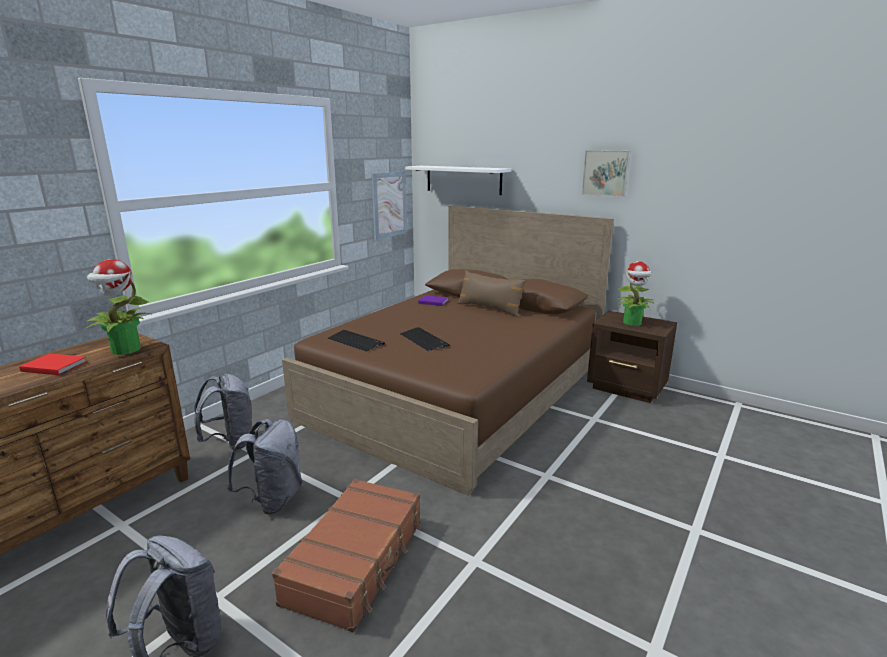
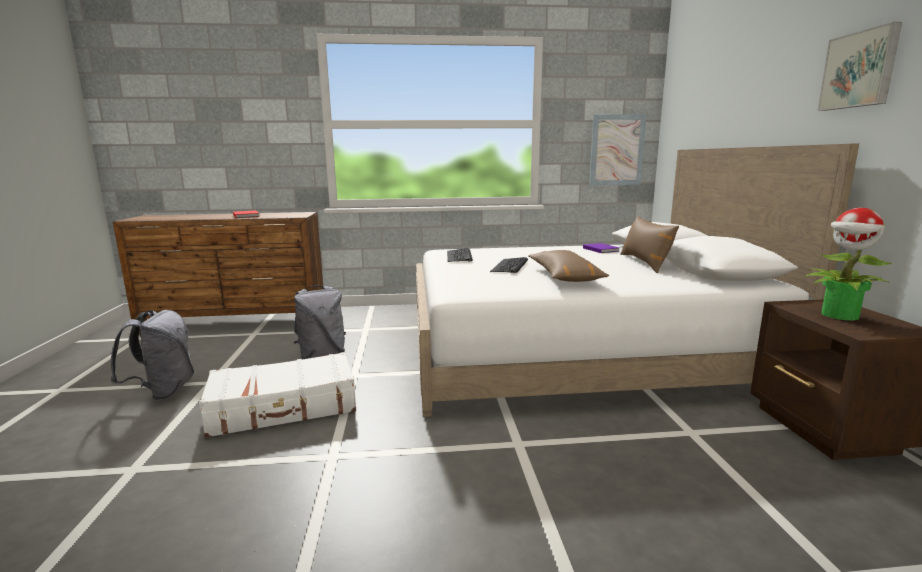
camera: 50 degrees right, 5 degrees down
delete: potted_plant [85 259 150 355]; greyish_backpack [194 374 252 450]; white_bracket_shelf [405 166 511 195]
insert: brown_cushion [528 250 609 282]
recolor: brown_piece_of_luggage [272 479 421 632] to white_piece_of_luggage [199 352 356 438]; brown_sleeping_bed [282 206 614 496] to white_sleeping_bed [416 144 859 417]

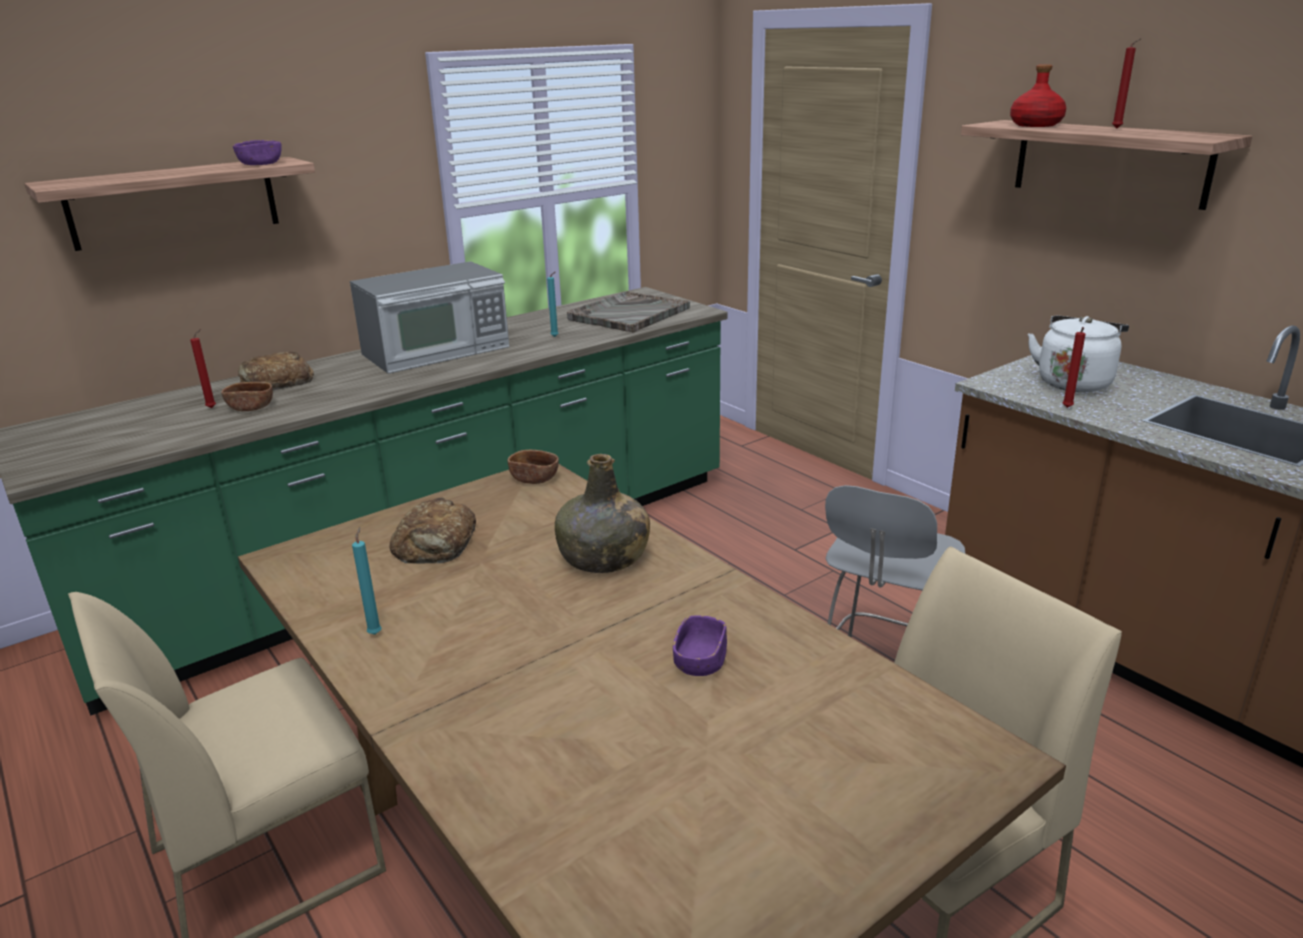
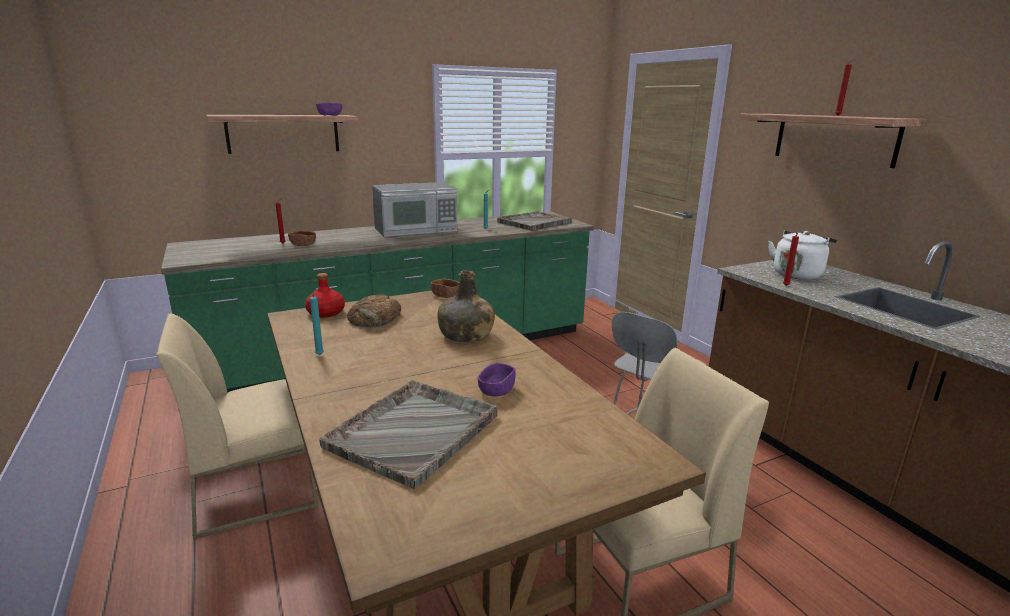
camera: 10 degrees right, 5 degrees down
delete: bakery_bread [238 352 314 390]
insert: greyish_tray [319 380 497 489]
move: red-coloured_drink_bottle [1010 64 1066 127] to [305 273 345 317]

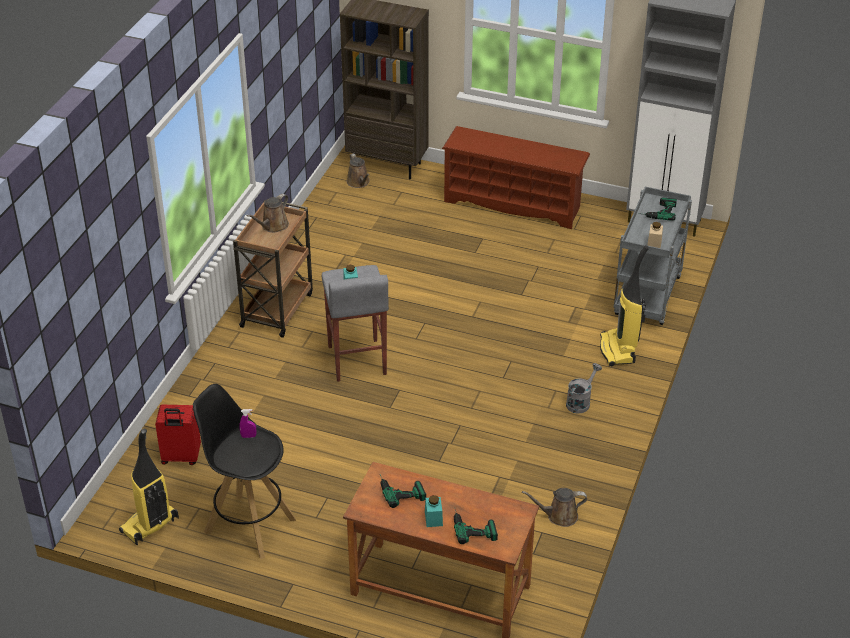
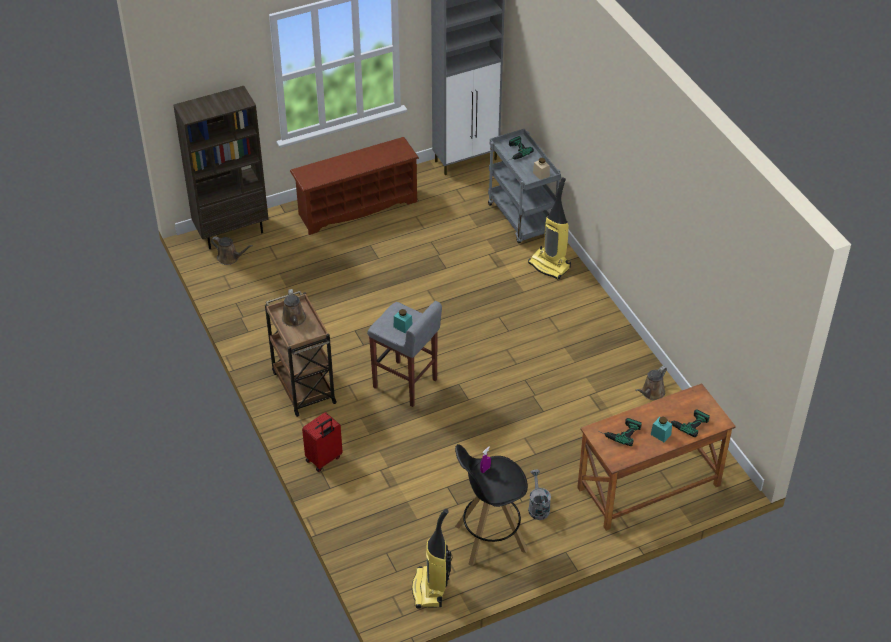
camera: 45 degrees left, 5 degrees up
move: red-coloured_piece_of_luggage [155 405 201 465] to [302 412 343 472]; greyish_watering_pot [566 363 602 414] to [528 470 551 520]

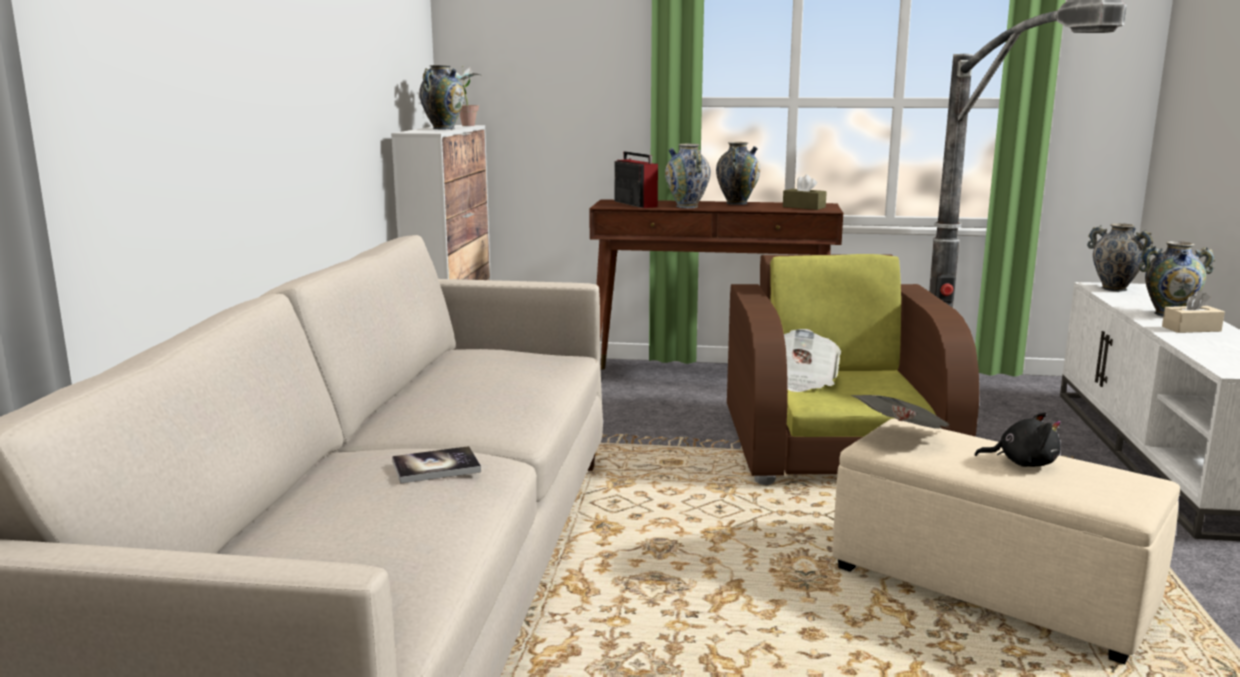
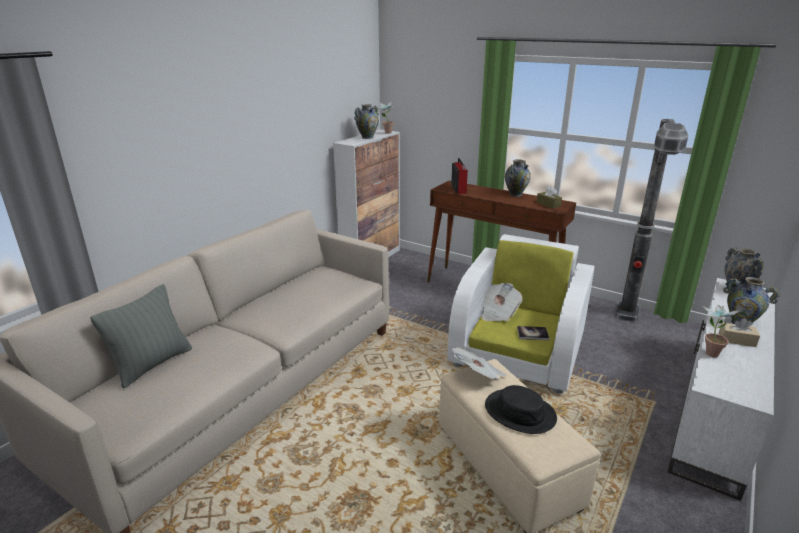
camera: 25 degrees right, 10 degrees up
delete: vase [665 144 710 209]
insert: greyish_cushion [90 284 192 389]; potted_plant [703 304 740 357]
move: volume [392 446 481 484] to [517 326 549 340]
replace: blackish_cuddly_toy [975 412 1061 467] to blackish_hat [485 385 557 434]
recolor: brown_armchair [727 254 979 485] to white_armchair [447 234 594 393]

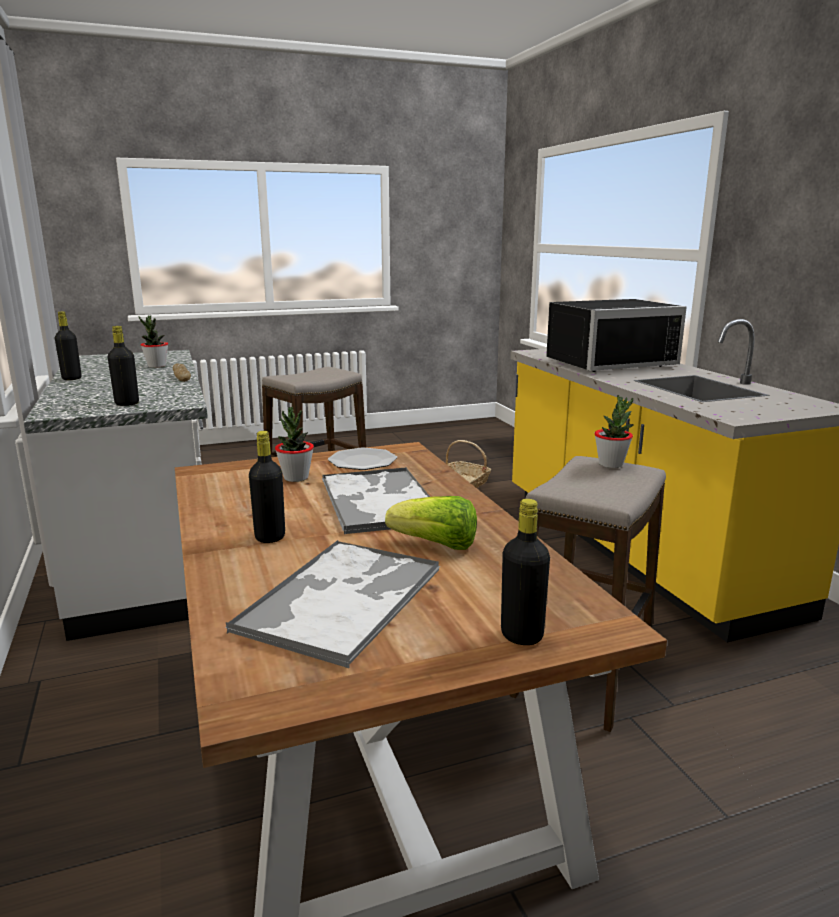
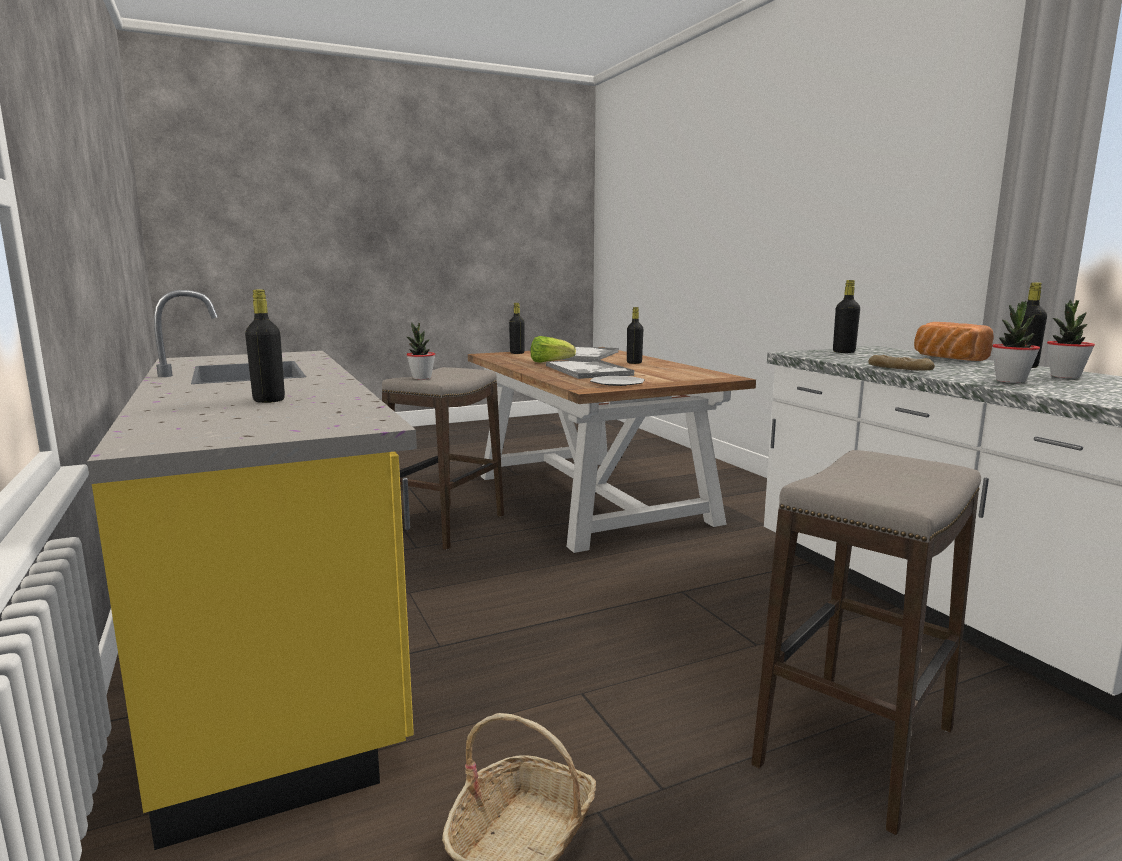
camera: 175 degrees right, 5 degrees down
insert: bakery_bread [914 322 994 361]
move: potted_plant [275 407 314 482] to [1047 299 1095 378]
replace: blackish_microwave_oven [546 299 687 372] to blackish_drink_bottle [245 289 285 403]

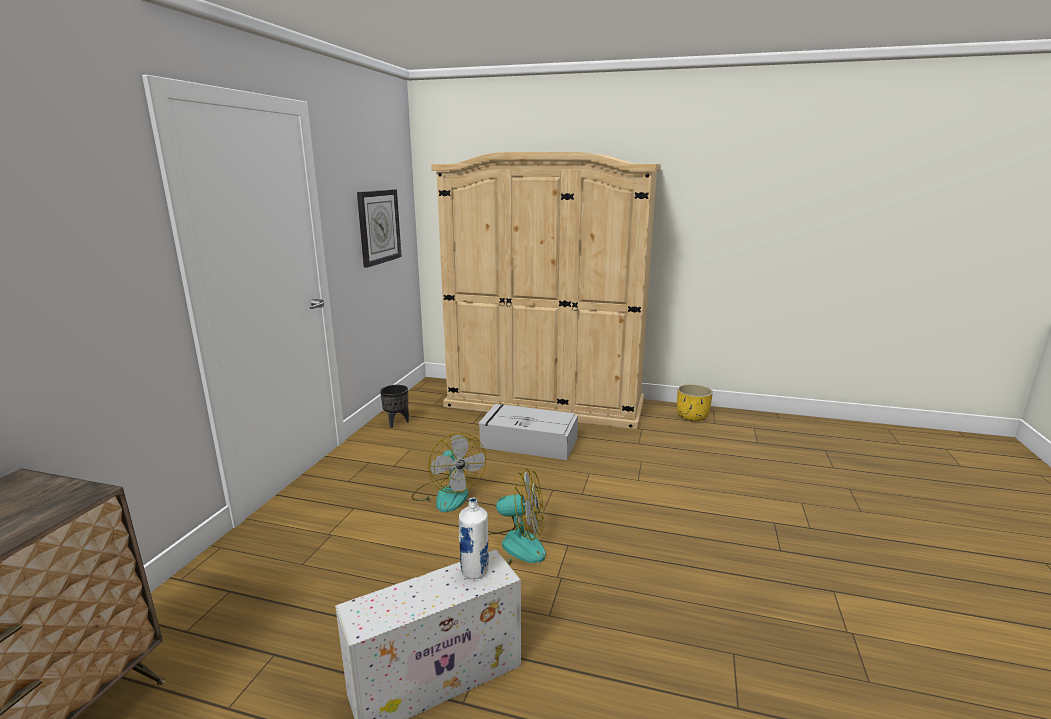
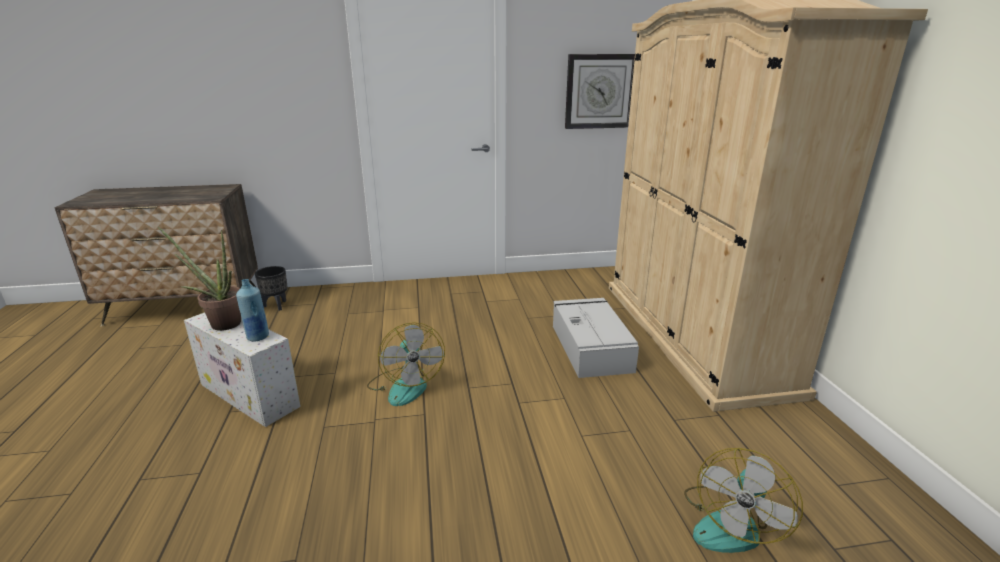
camera: 65 degrees right, 5 degrees up
delete: yellow_flower_pot [677 384 713 422]
insert: potted_plant [158 227 241 331]
move: blackish_flower_pot [380 385 409 428] to [255 266 288 311]; cooling_fan [411 432 486 512] to [684 448 803 553]
recolor: white_drink_bottle [459 497 489 579] to blue-coloured_drink_bottle [236 279 269 342]

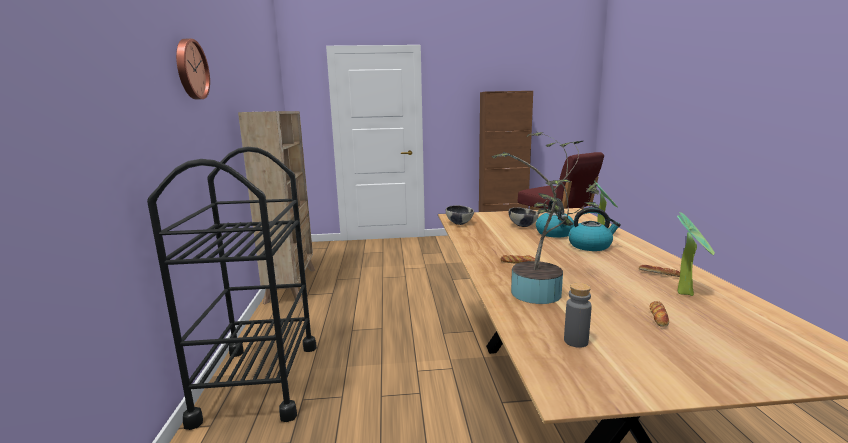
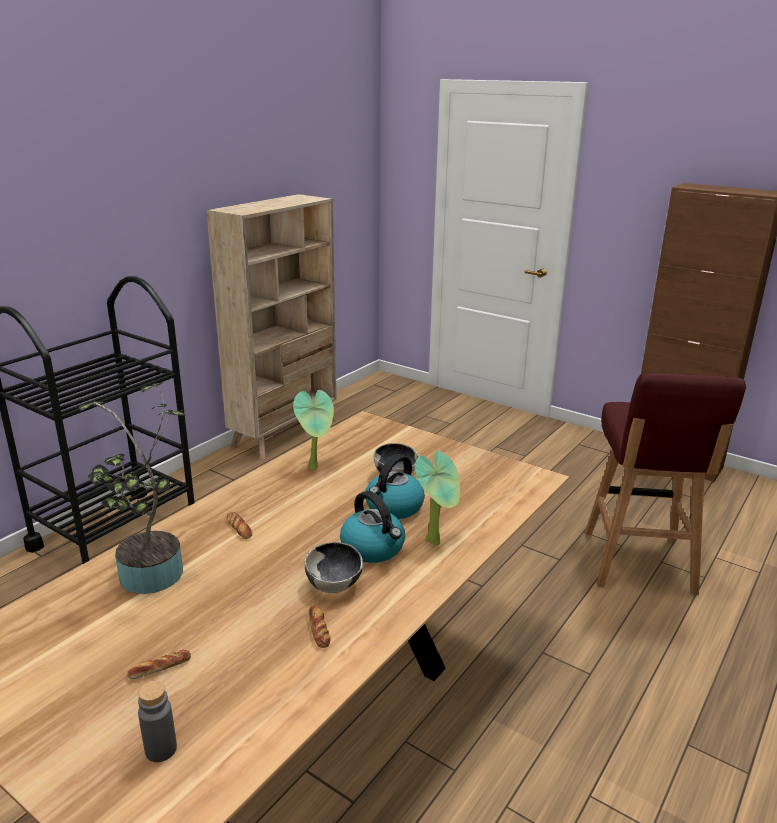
camera: 40 degrees right, 10 degrees up
delete: hanging_clock [176 39 210 99]
move: bowl [446 205 474 225] to [305 542 363 593]; greyish_drink_bottle [564 283 592 348] to [138 681 177 762]; potted_plant [677 212 715 296] to [293 390 334 470]

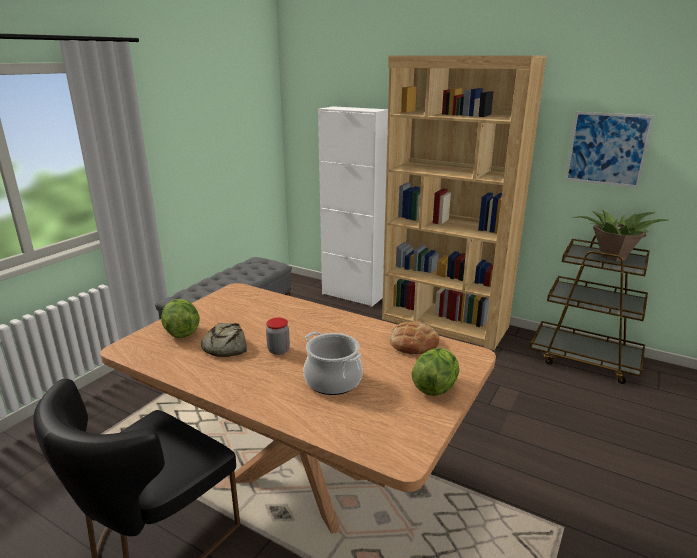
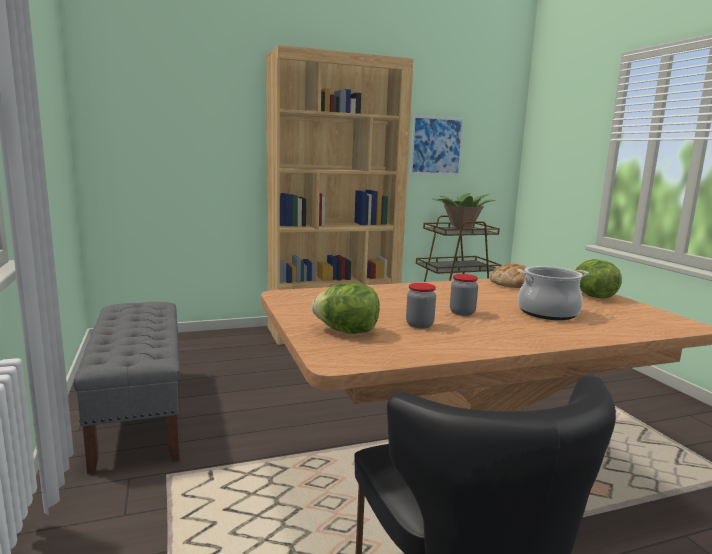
camera: 50 degrees left, 10 degrees down
delete: white_cupboard [318 106 388 307]
replace: bakery_bread [201 323 247 357] to jar [406 283 436 329]

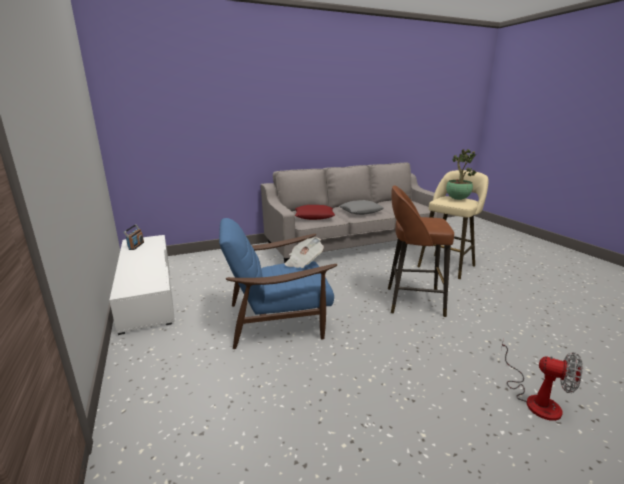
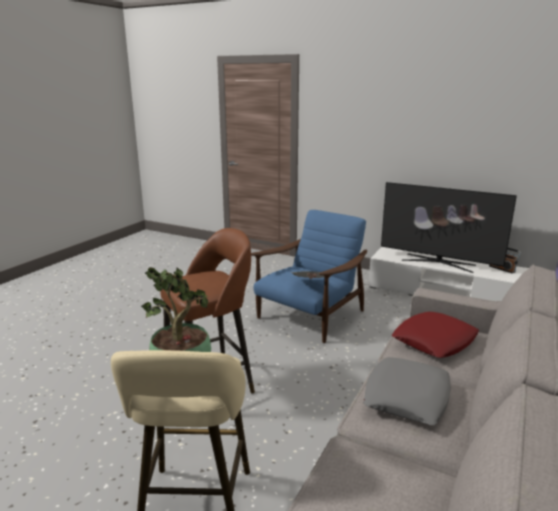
camera: 140 degrees right, 0 degrees up
delete: cooling_fan [501 338 583 421]
insert: television [381 182 517 273]

